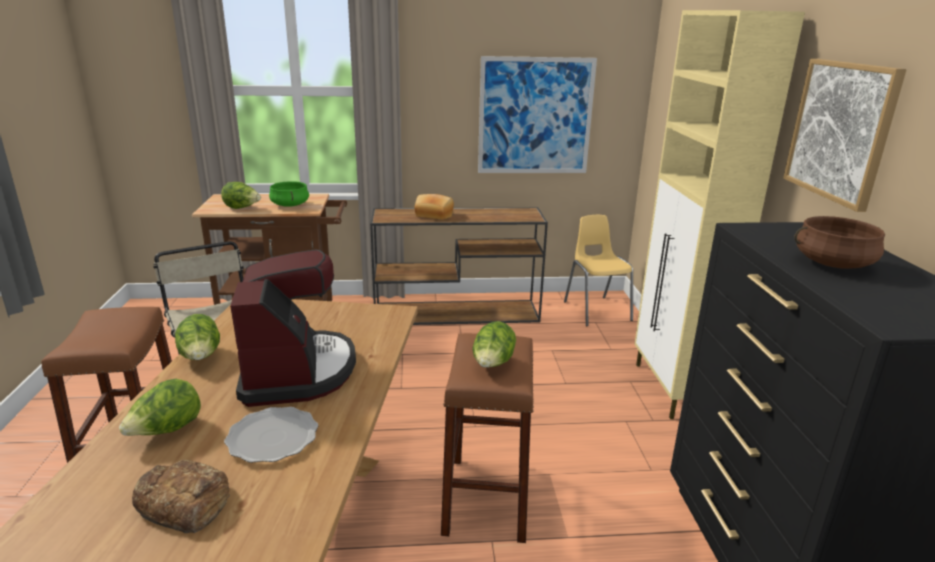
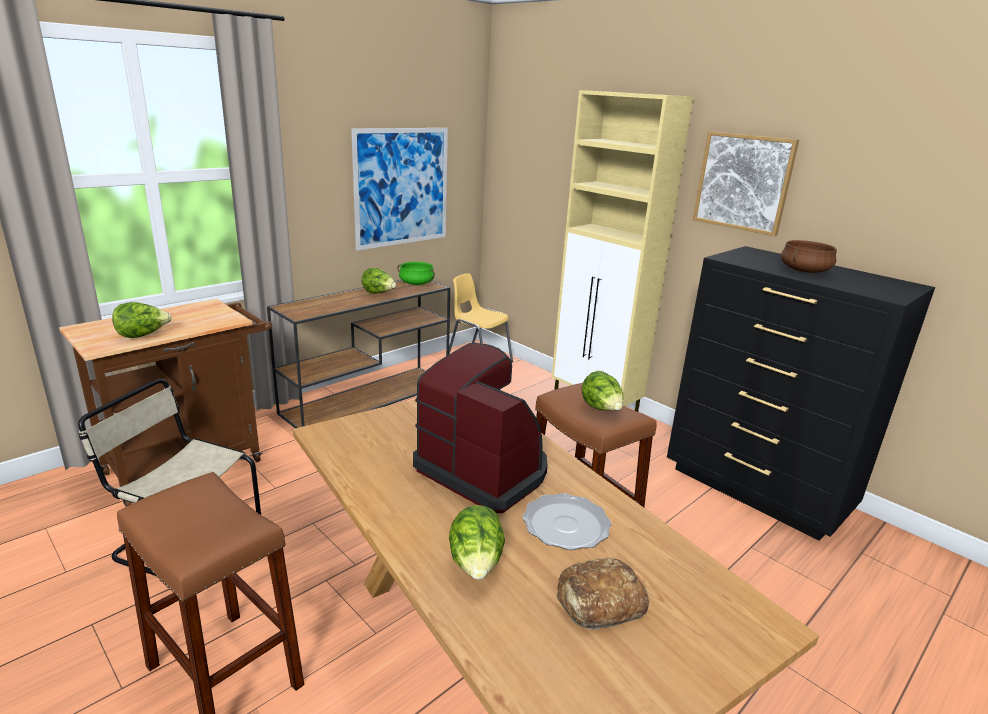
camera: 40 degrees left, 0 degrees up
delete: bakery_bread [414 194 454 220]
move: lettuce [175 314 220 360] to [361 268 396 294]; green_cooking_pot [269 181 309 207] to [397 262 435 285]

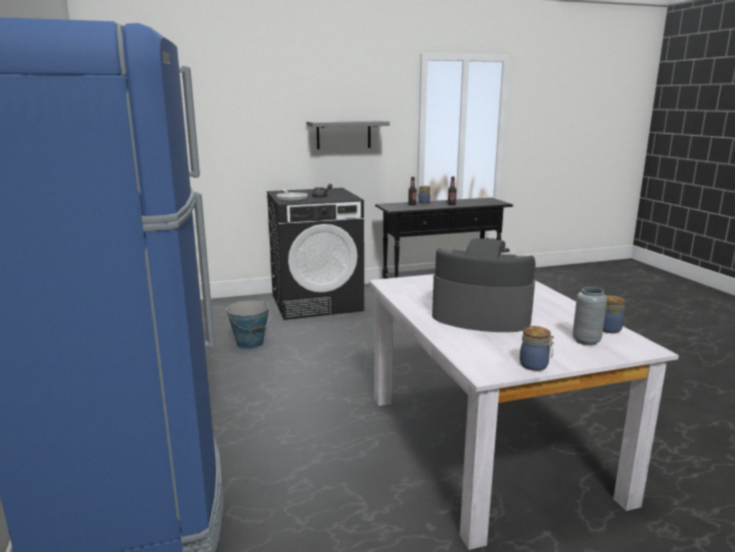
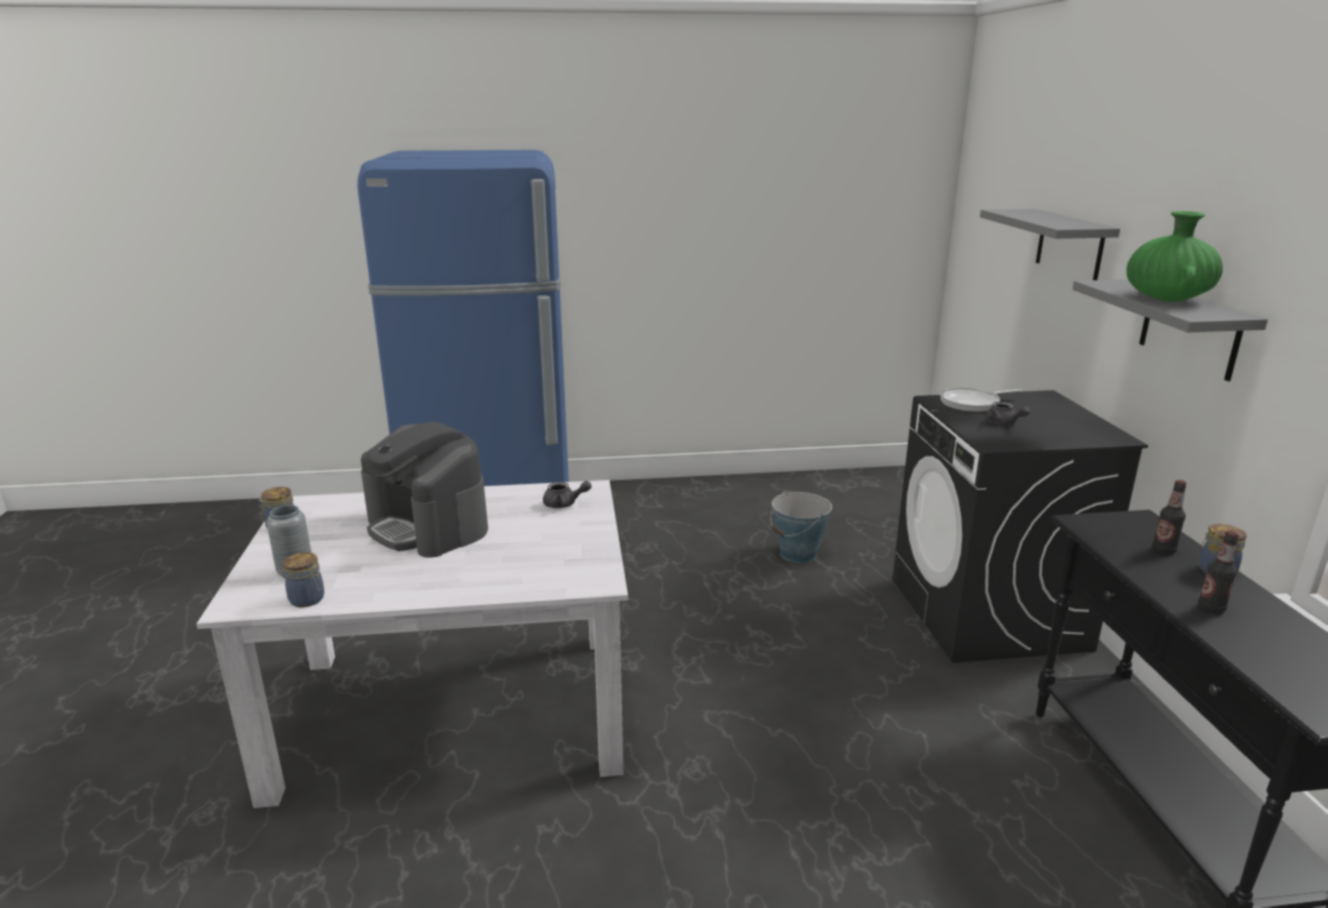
camera: 100 degrees right, 5 degrees up
insert: greyish_pot_for_tea [543 481 592 508]; greyish_bracket_shelf [980 209 1120 280]; green_vase [1126 211 1223 302]
rotate: coffee_maker [432 238 536 332] = [361 421 488 558] 105 degrees clockwise

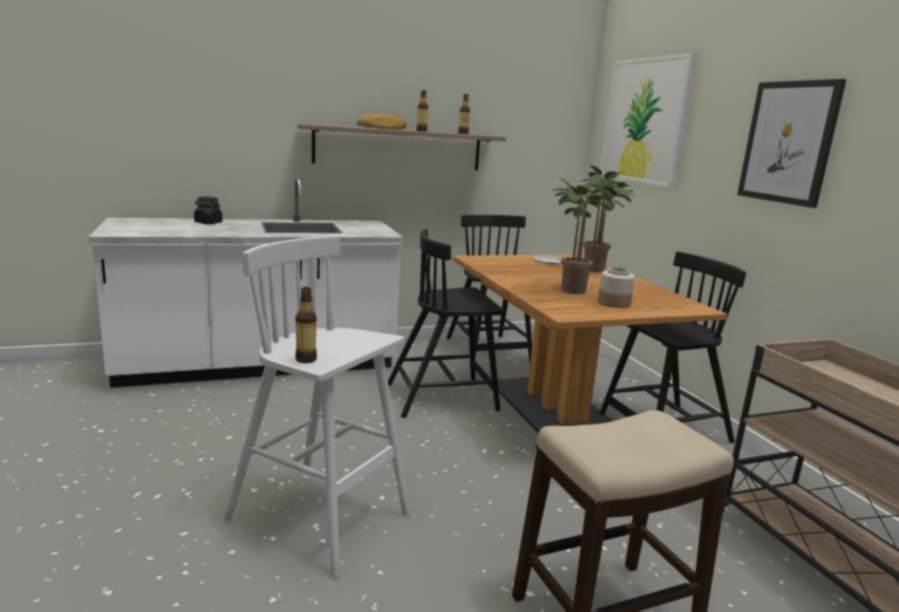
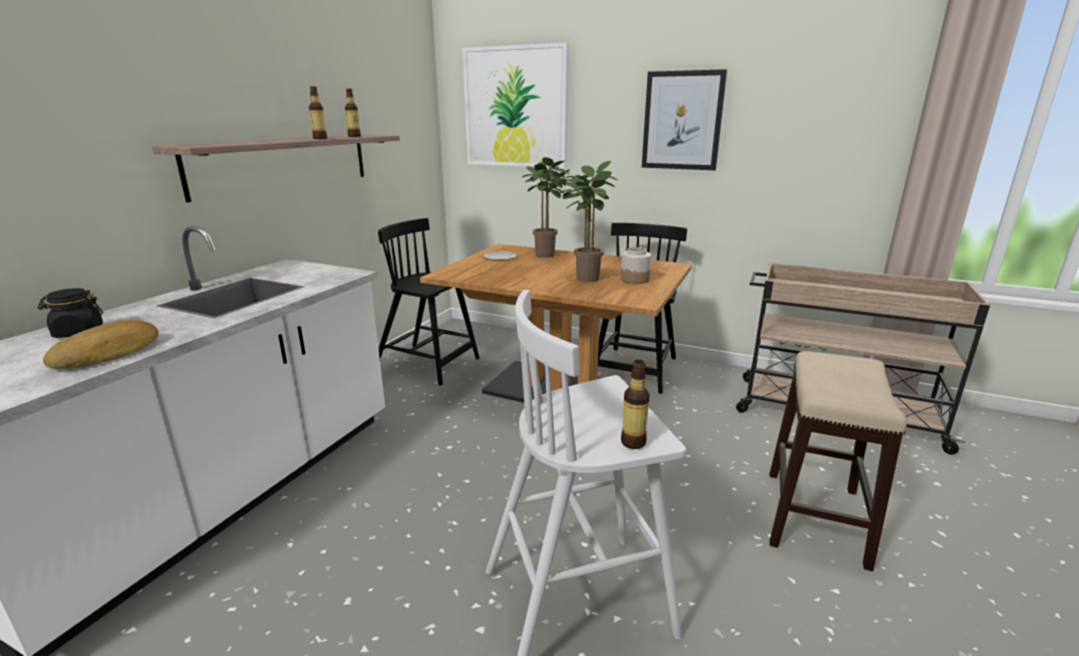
camera: 45 degrees left, 5 degrees up
delete: blackish_plain_chair [388 229 504 418]
move: bakery_bread [357 113 407 129] to [43 320 159 369]

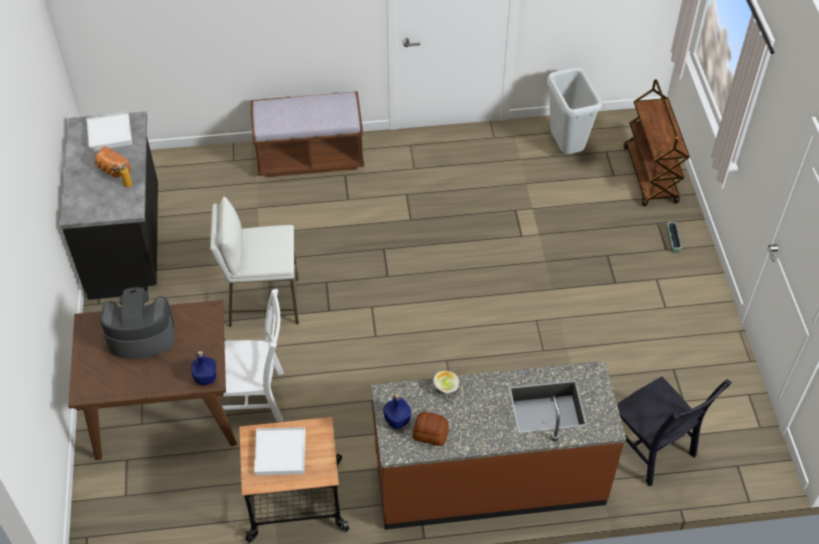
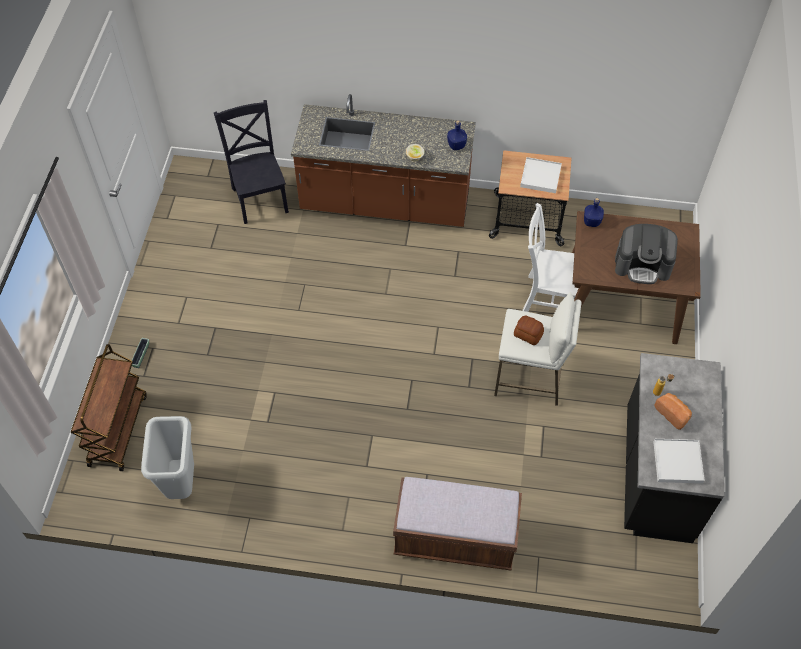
camera: 165 degrees left, 5 degrees up
move: bakery_bread [412 412 449 446] to [514 316 544 345]

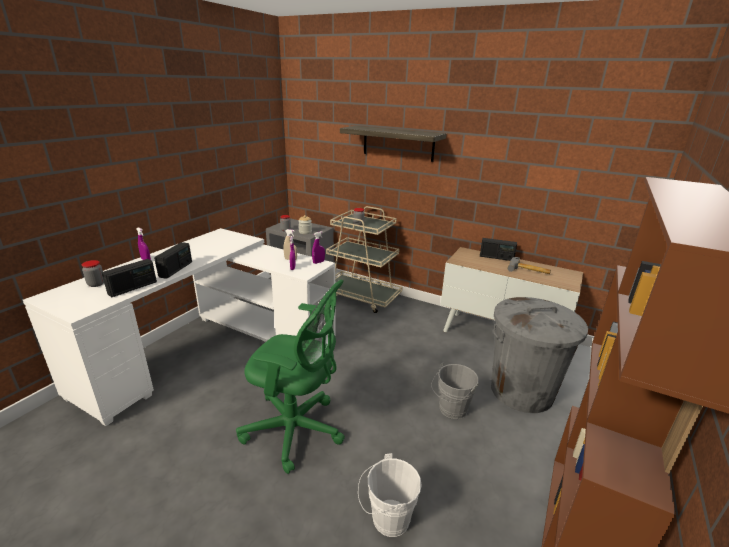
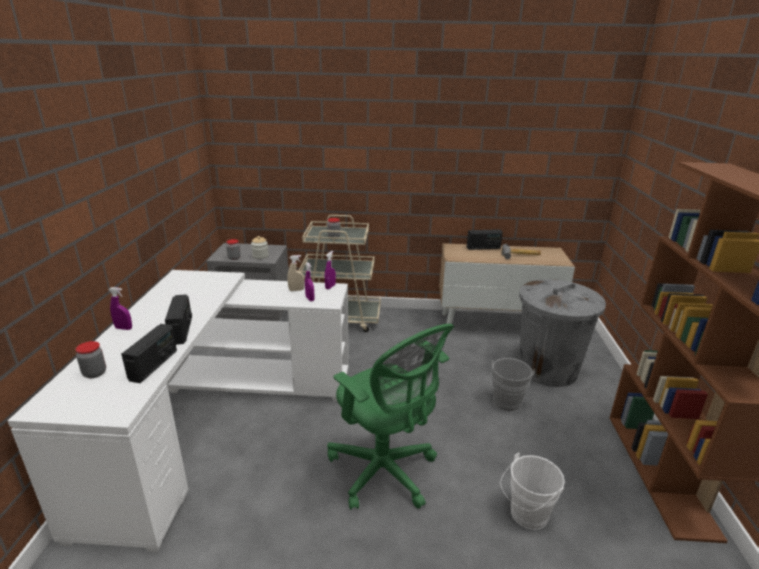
camera: 25 degrees left, 0 degrees up
delete: bracket_shelf [340 126 447 162]
rotate: green_computer_chair [236 280 345 474] = [327 324 454 510] 60 degrees clockwise

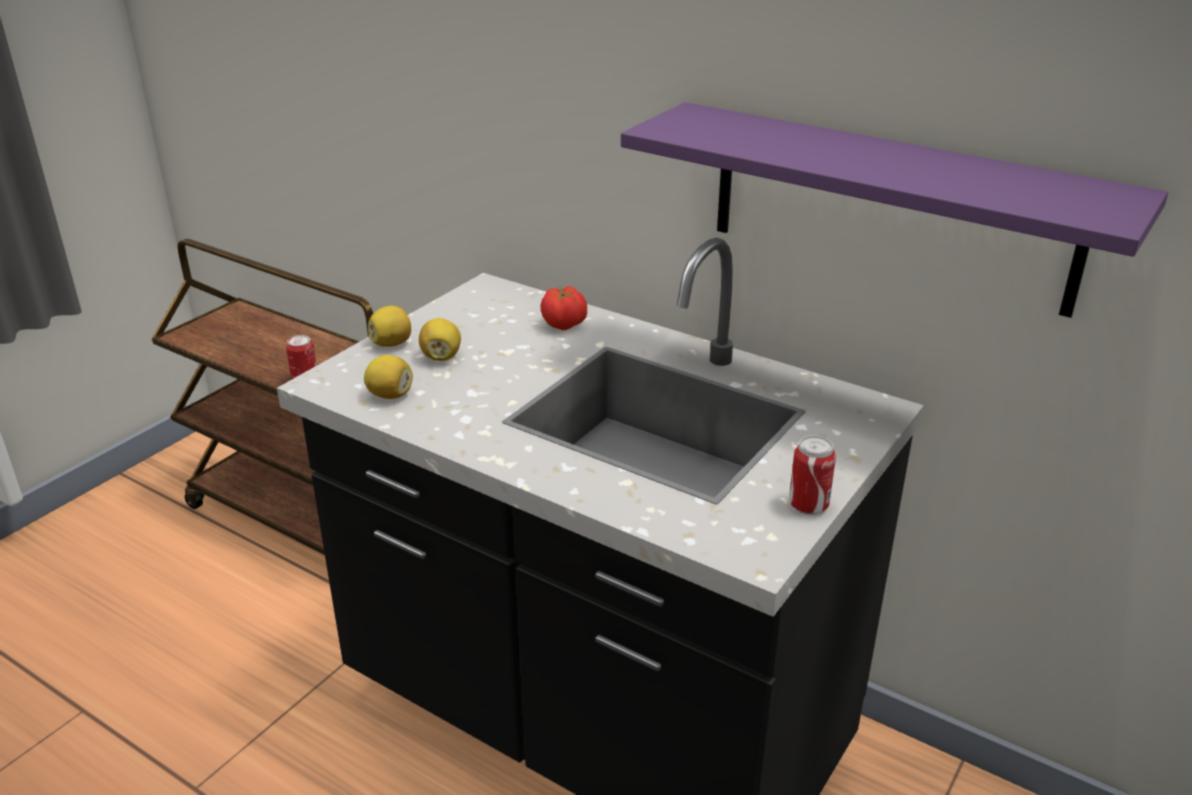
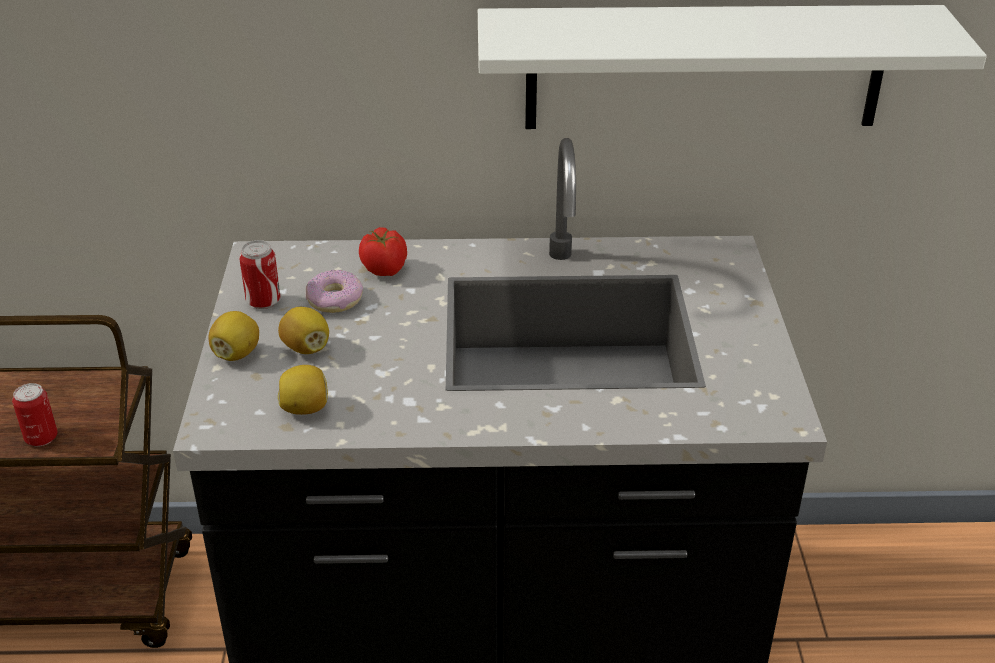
camera: 35 degrees left, 5 degrees up
insert: doughnut [306 270 363 313]
move: can [789 435 836 515] to [239 240 280 309]
recolor: purplish_bracket_shelf [621 102 1168 318] to white_bracket_shelf [478 5 987 129]

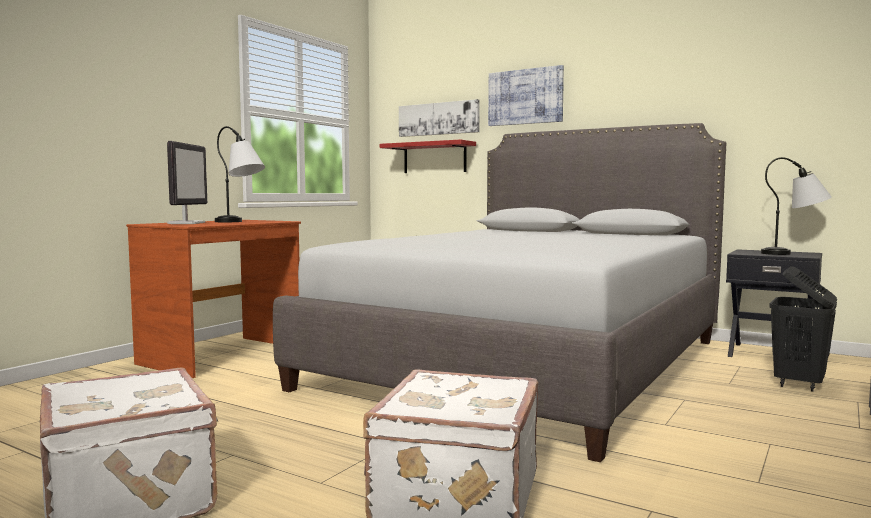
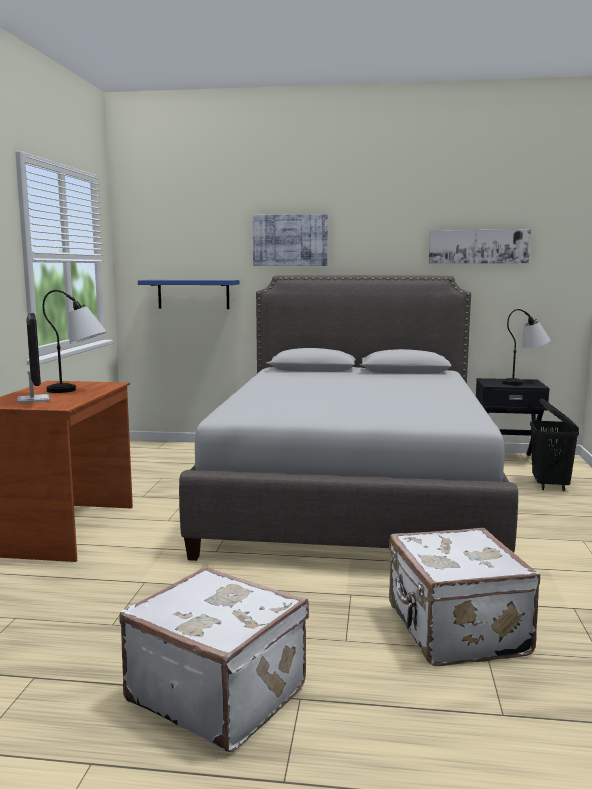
camera: 25 degrees left, 5 degrees up
move: wall_art [399 99 480 137] to [429 230 531 263]
recolor: red-coloured_bracket_shelf [380 139 476 173] to blue-coloured_bracket_shelf [138 280 240 309]

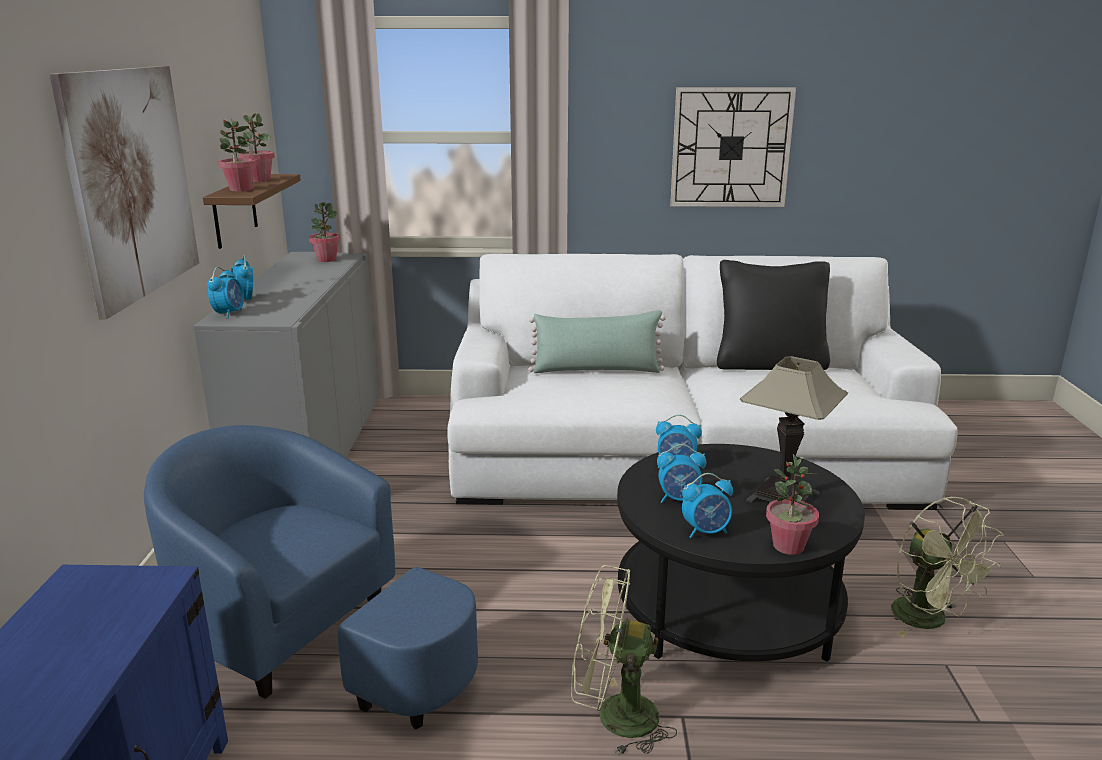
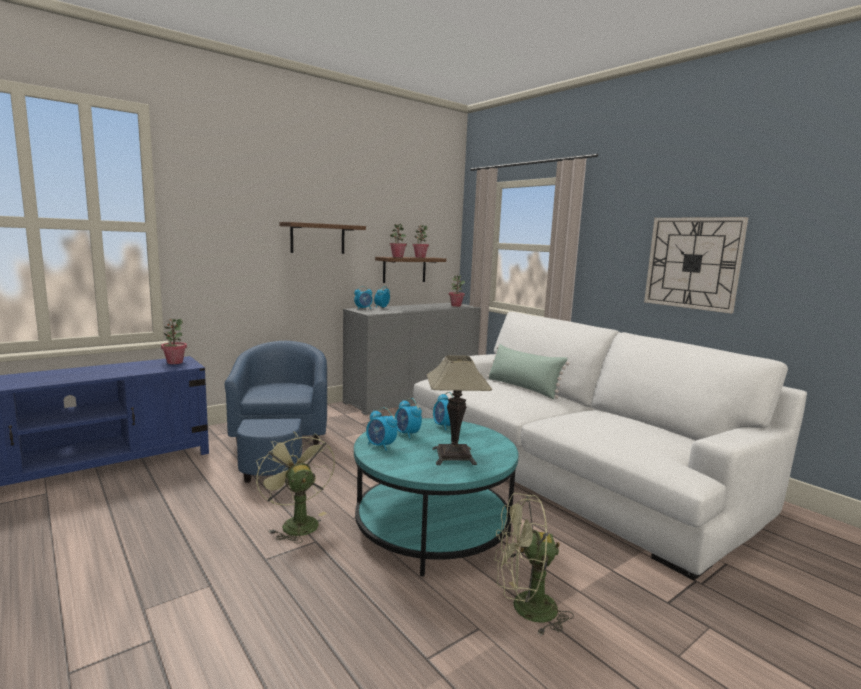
camera: 50 degrees right, 10 degrees down
delete: blackish_cushion [717 260 830 370]
move: potted_plant [766 454 819 555] to [161 319 187 364]
replace: wall_art [49 66 199 320] to brown_bracket_shelf [280 222 366 254]
recolor: blackish_low_table [617 444 865 662] to turquoise_low_table [354 418 518 577]
rotate: green_cooling_fan [891 497 1003 637] = [494 493 574 635] 60 degrees clockwise

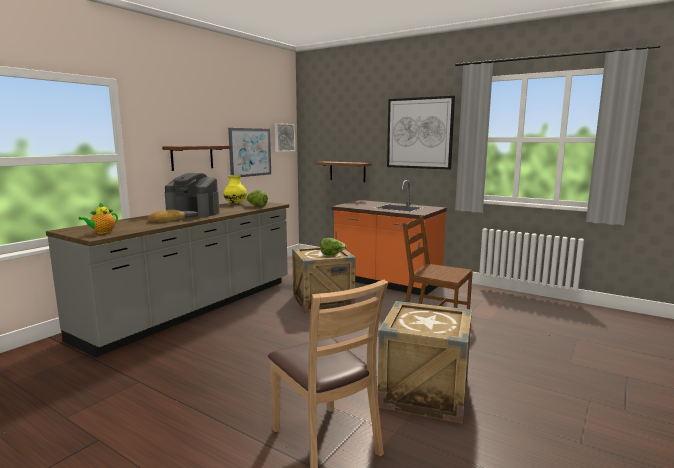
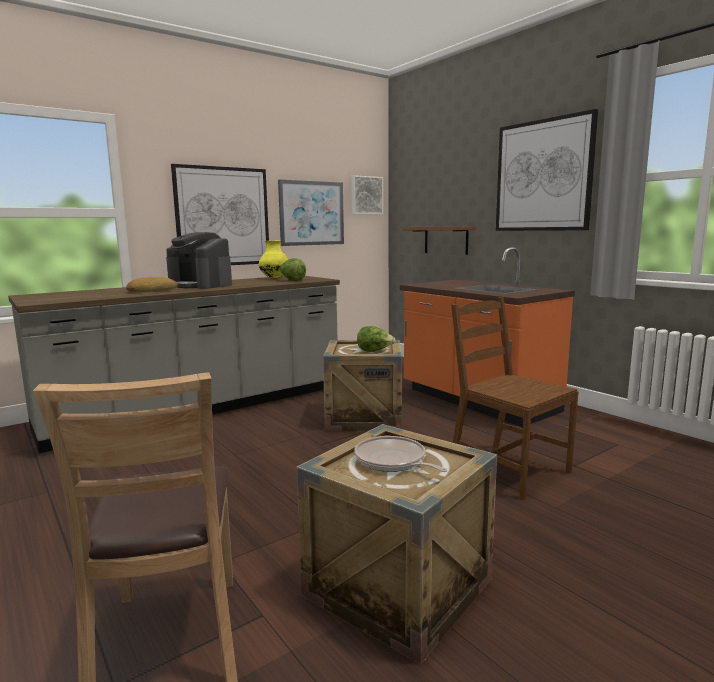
camera: 20 degrees right, 0 degrees up
delete: pot_for_tea [78 202 118 234]
insert: pan [354 436 448 472]
replace: brown_bracket_shelf [162 146 231 171] to wall_art [171 164 269 265]

